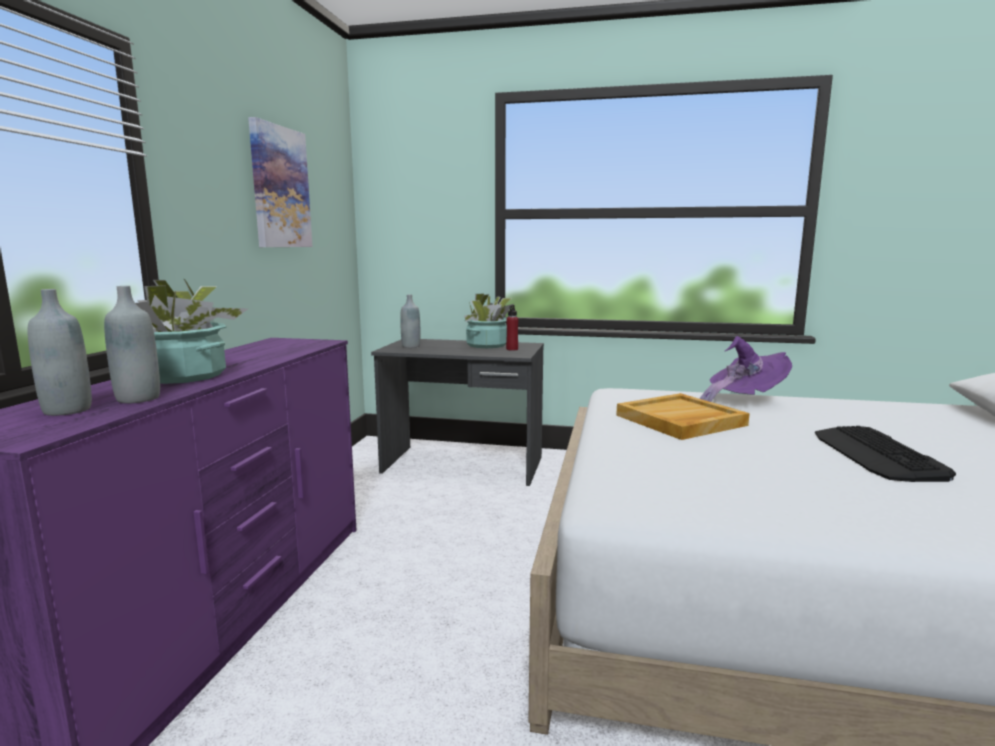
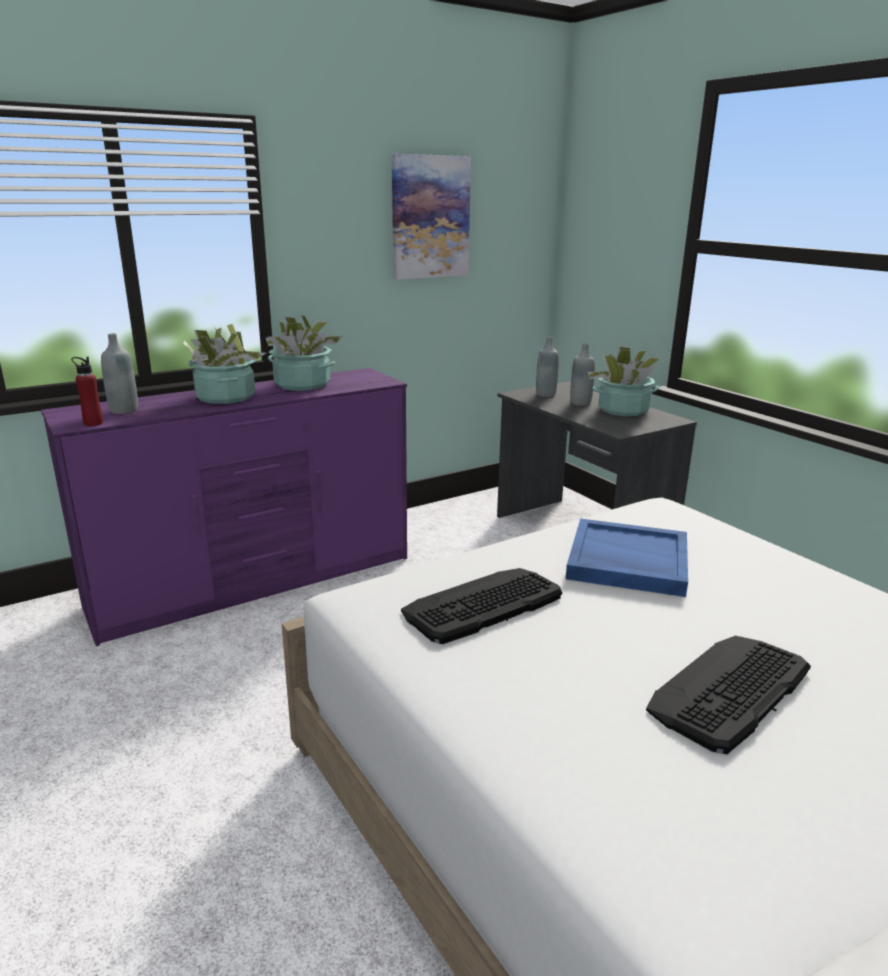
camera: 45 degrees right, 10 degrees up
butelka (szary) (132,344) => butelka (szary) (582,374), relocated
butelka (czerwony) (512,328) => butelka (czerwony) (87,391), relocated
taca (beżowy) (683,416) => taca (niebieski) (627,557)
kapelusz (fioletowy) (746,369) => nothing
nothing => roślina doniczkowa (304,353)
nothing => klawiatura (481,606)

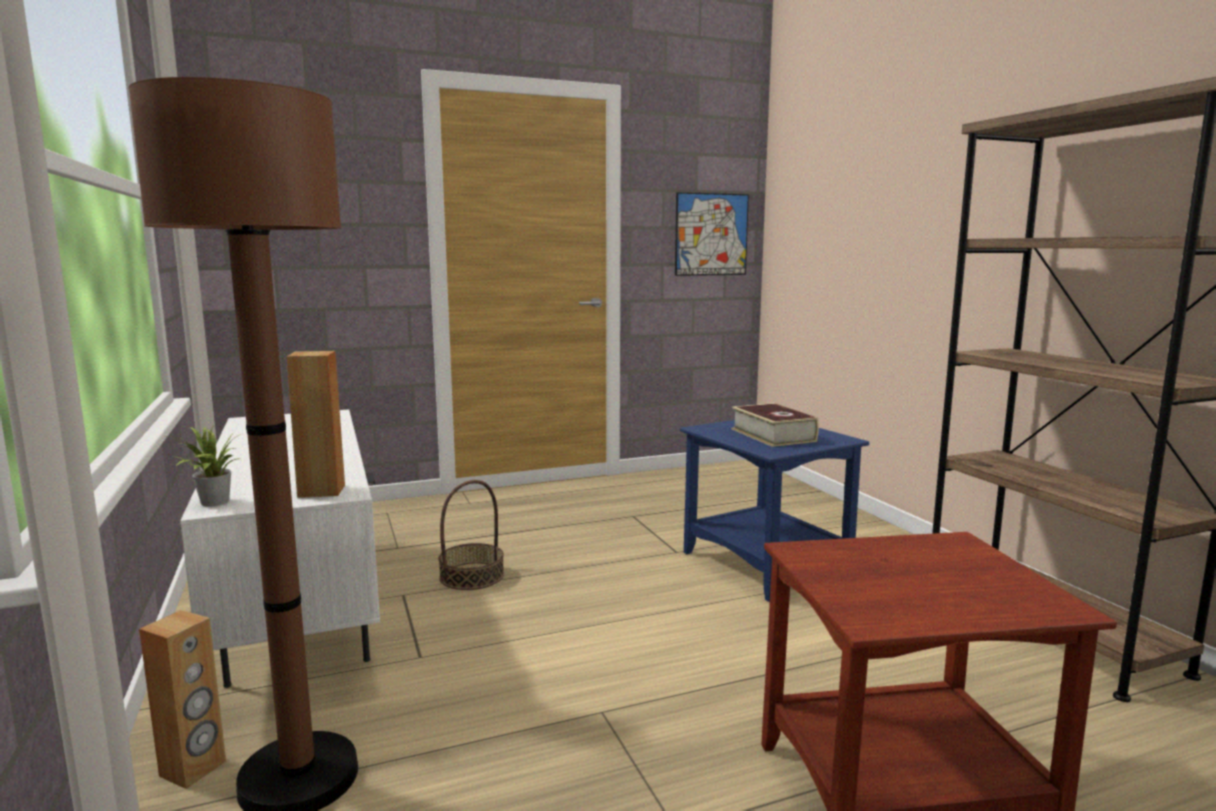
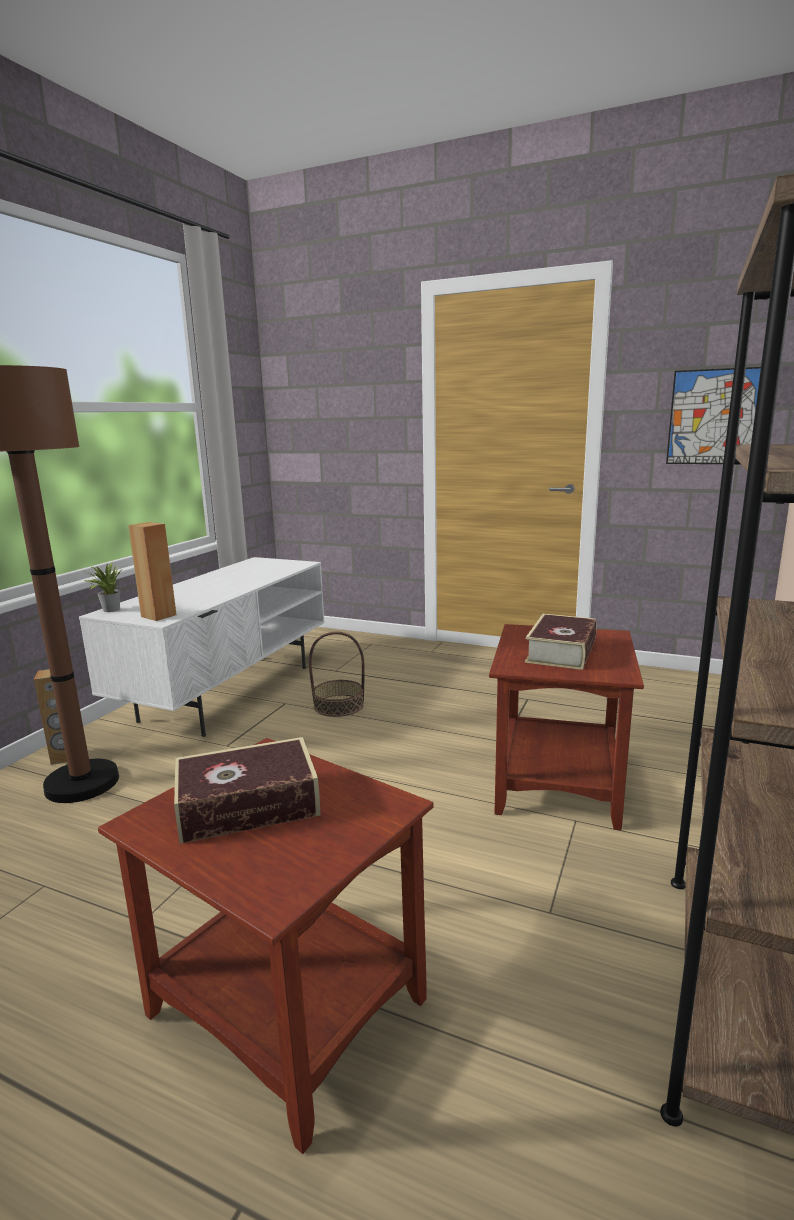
camera: 45 degrees right, 5 degrees up
stolik (niebieski) (774,511) => stolik (brązowy) (566,727)
nothing => książka (247,790)

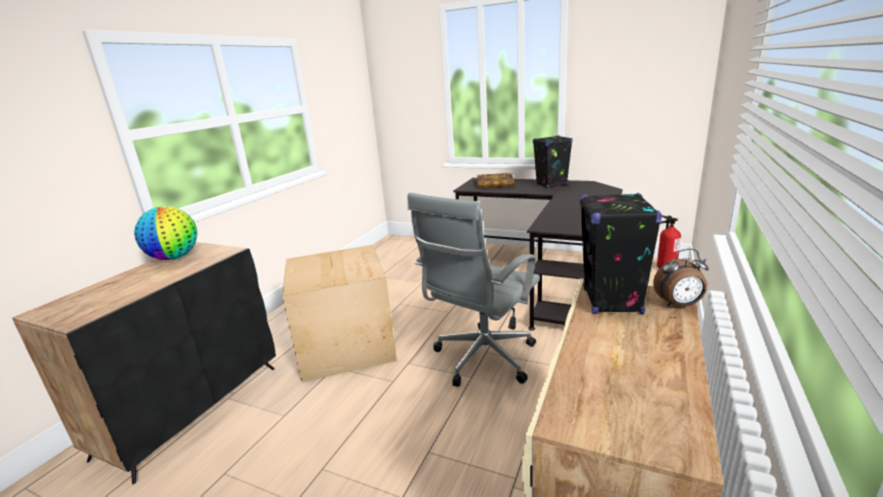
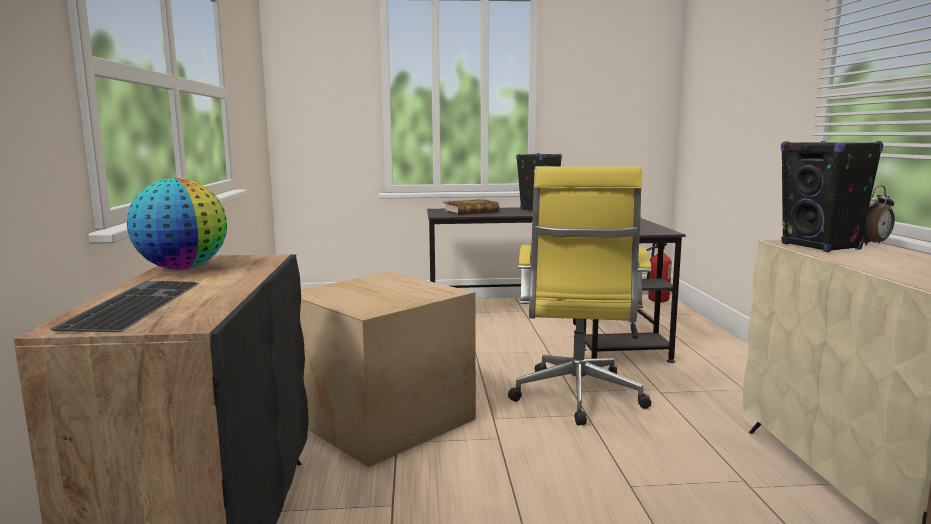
camera: 30 degrees left, 10 degrees down
krzesło biurowe (szary) (473,290) => krzesło biurowe (żółty) (579,296)
nothing => klawiatura (124,306)

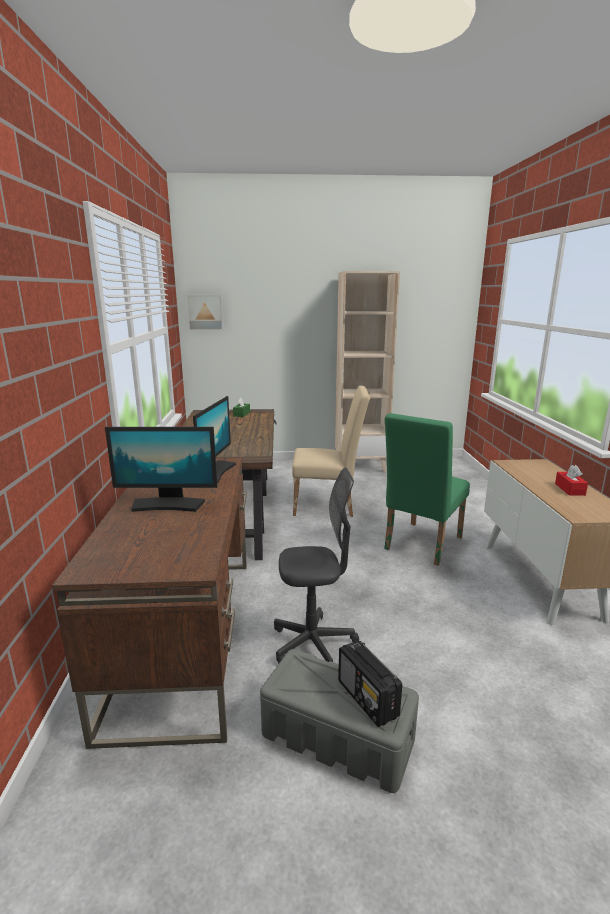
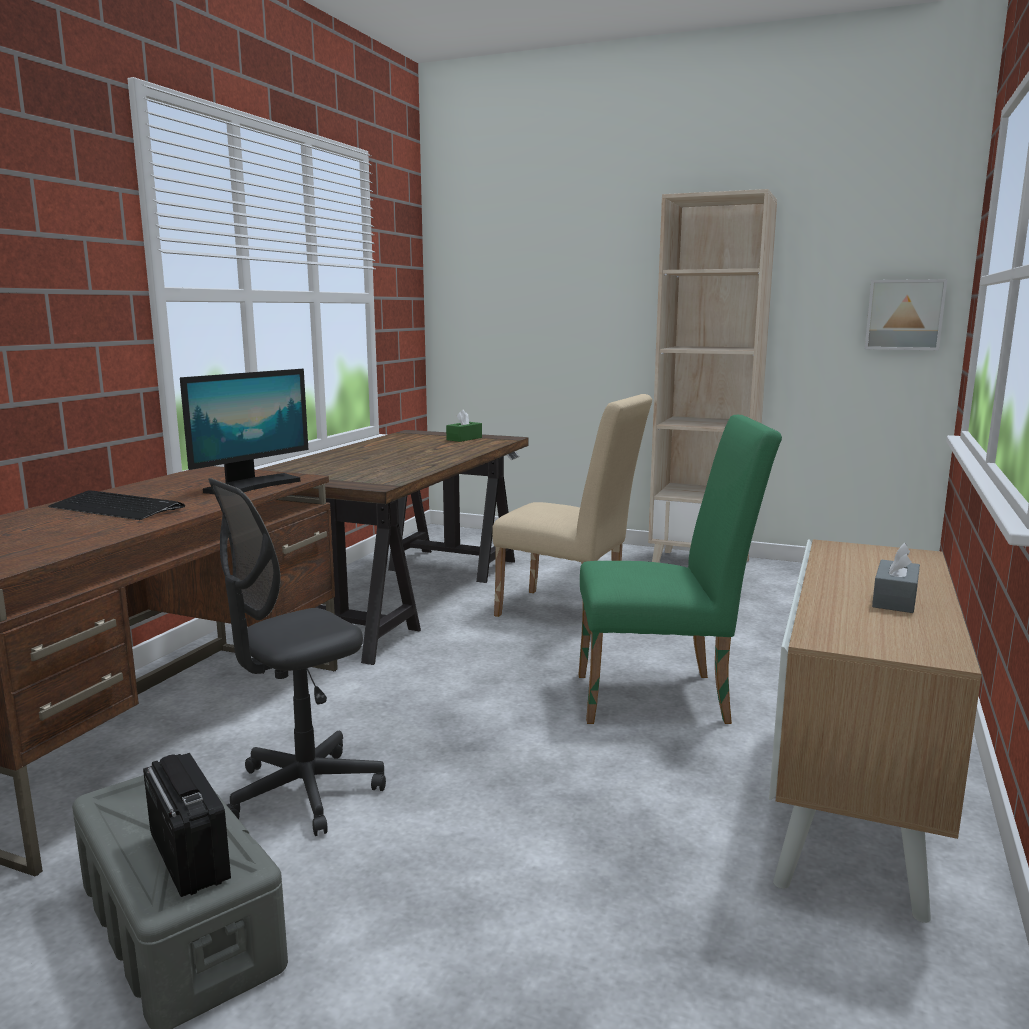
camera: 25 degrees right, 5 degrees down
monitor (161,469) => klawiatura (117,505)
obraz (205,312) => obraz (906,314), relocated
krzesło biurowe (szary) (316,565) => krzesło biurowe (szary) (297,657), 120 degrees clockwise
radio (370,683) => radio (187,825), 150 degrees clockwise
krzesło (zielony) (427,489) => krzesło (zielony) (680,569), 150 degrees counterclockwise
pudełko chusteczek (czerwony) (571,480) => pudełko chusteczek (szary) (896,577)

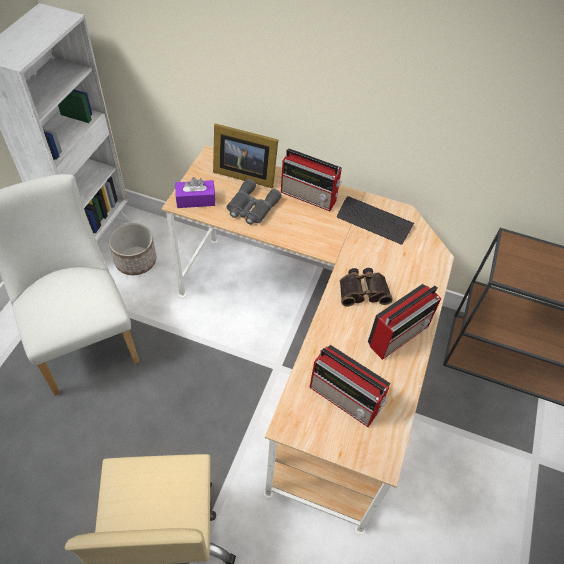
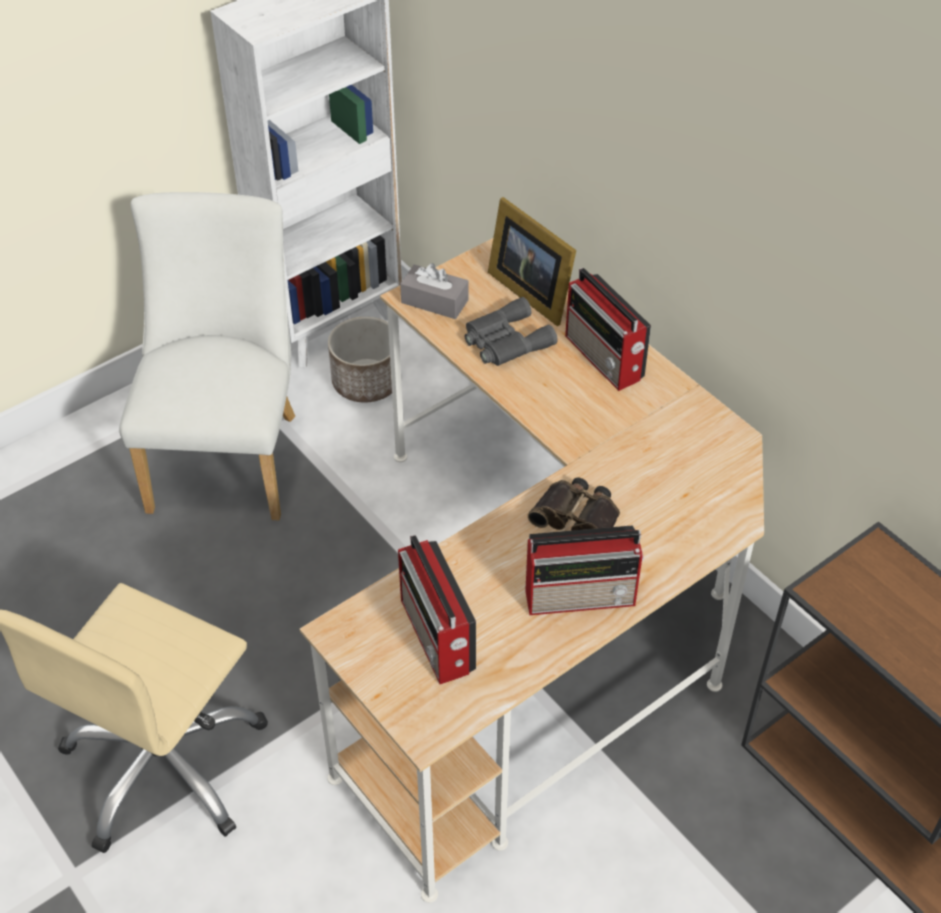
camera: 35 degrees right, 5 degrees down
pudełko chusteczek (fioletowy) (195,192) => pudełko chusteczek (szary) (434,291)
klawiatura (375,220) => nothing

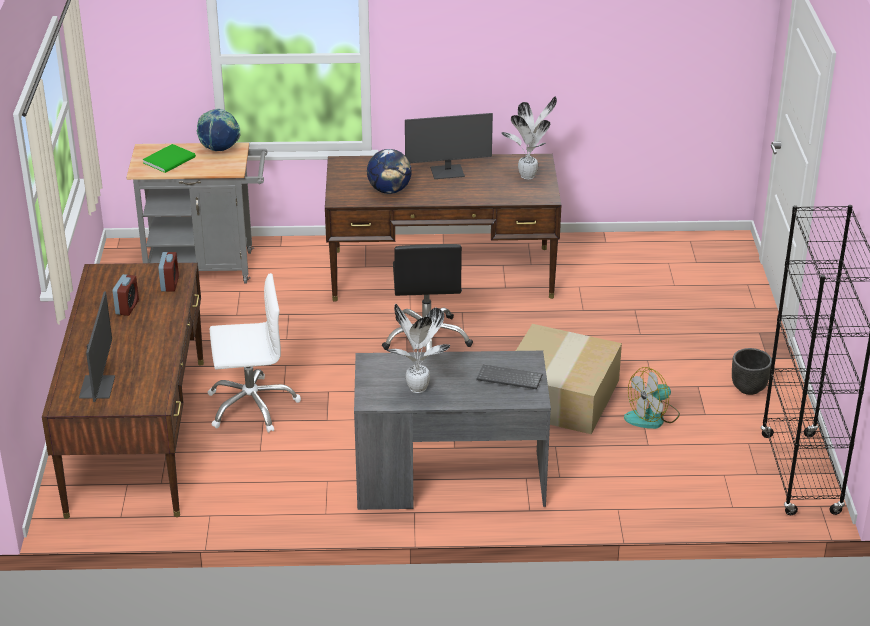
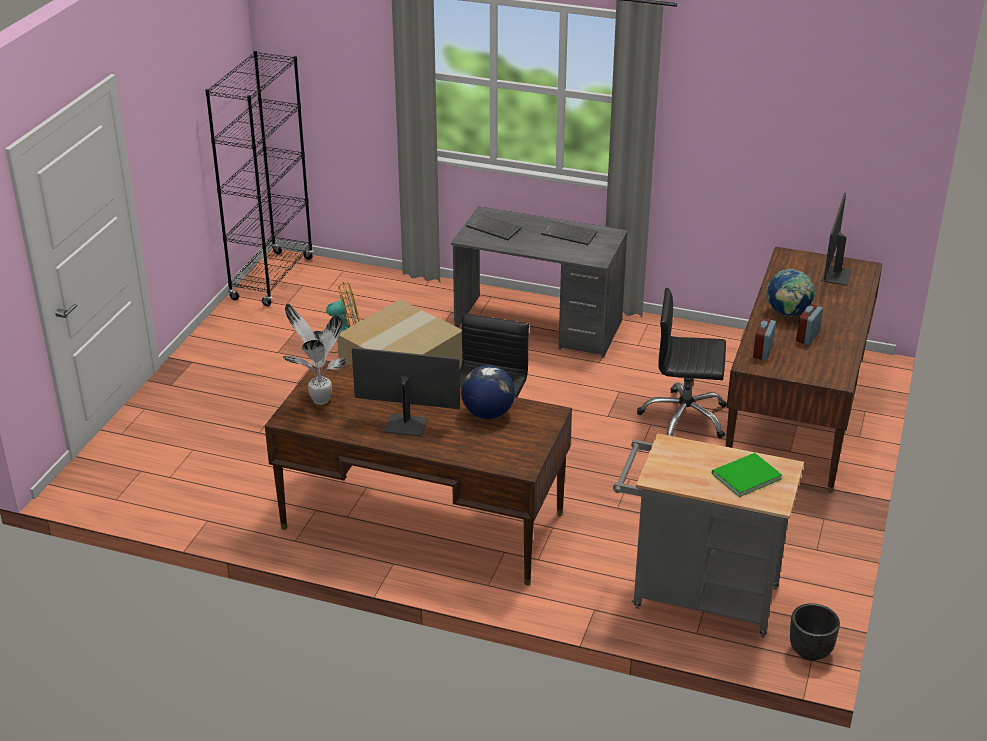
camera: 160 degrees left, 0 degrees up
globus (218,130) => globus (790,293), relocated
krzesło biurowe (biały) (254,353) => krzesło biurowe (czarny) (682,363)
roślina doniczkowa (418,348) => klawiatura (569,233)
donica (czarny) (752,371) => donica (czarny) (815,632), relocated

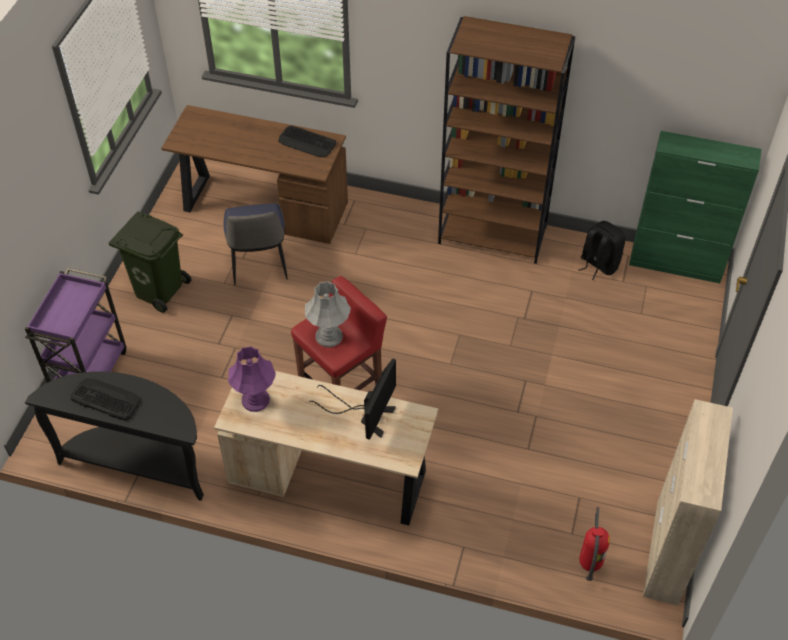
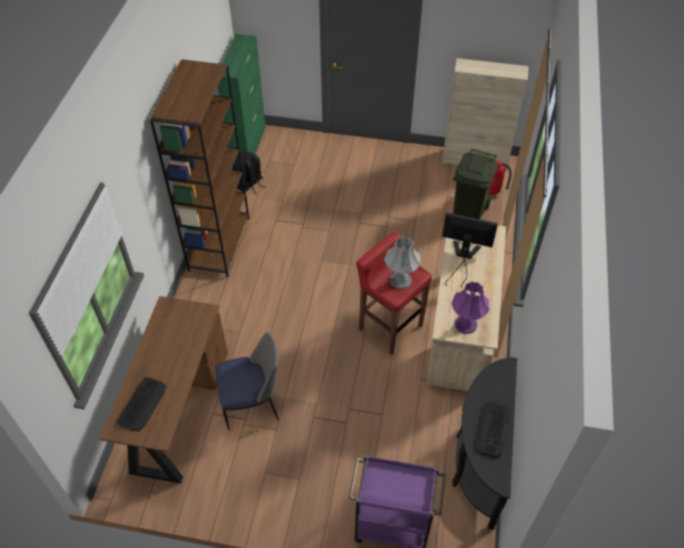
camera: 95 degrees left, 0 degrees up
kosz na śmieci (zielony) (150,262) => kosz na śmieci (zielony) (476,184), relocated
klawiatura (307,141) => klawiatura (141,404), relocated

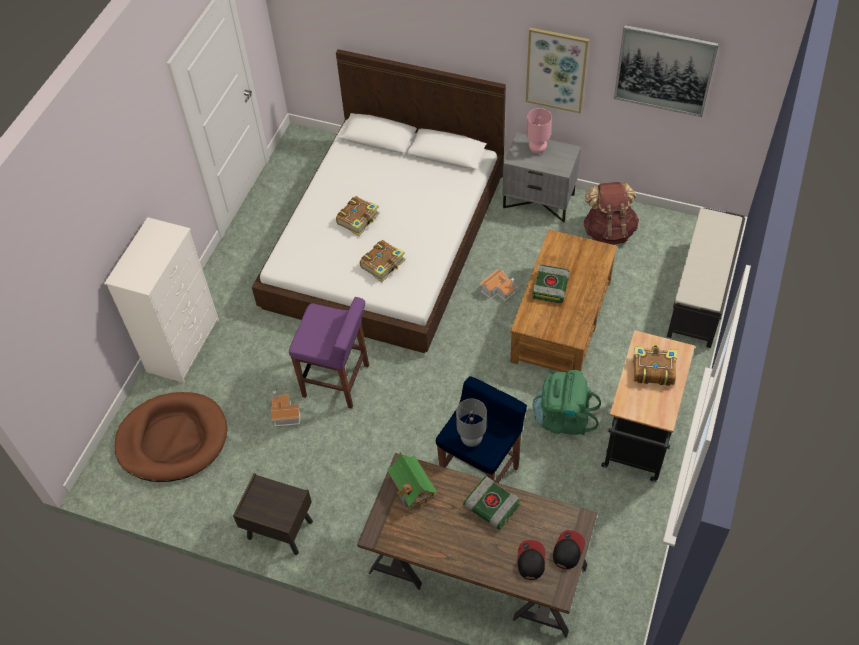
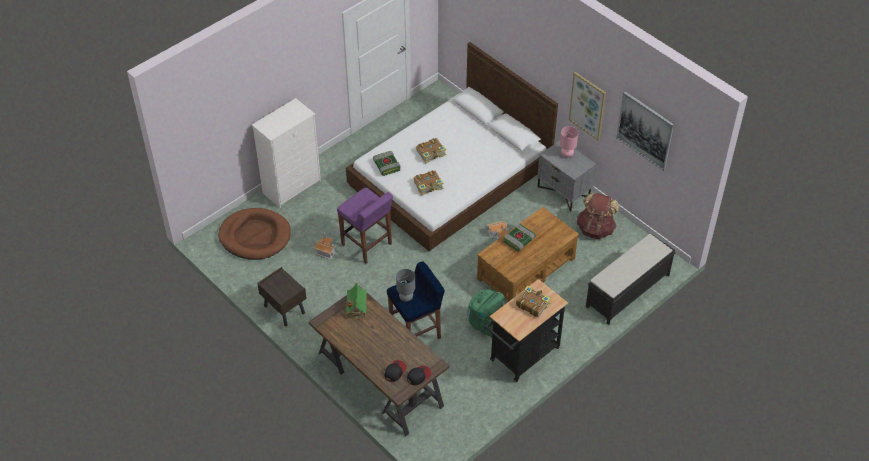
camera: 25 degrees right, 5 degrees down
książka (491,503) => książka (386,163), relocated

